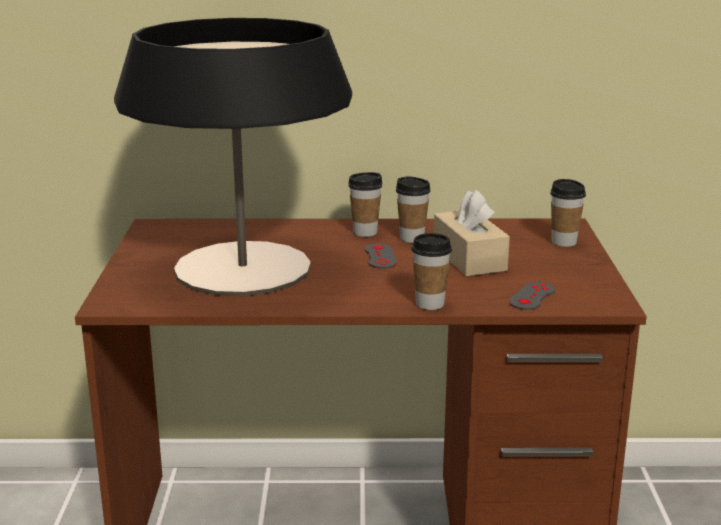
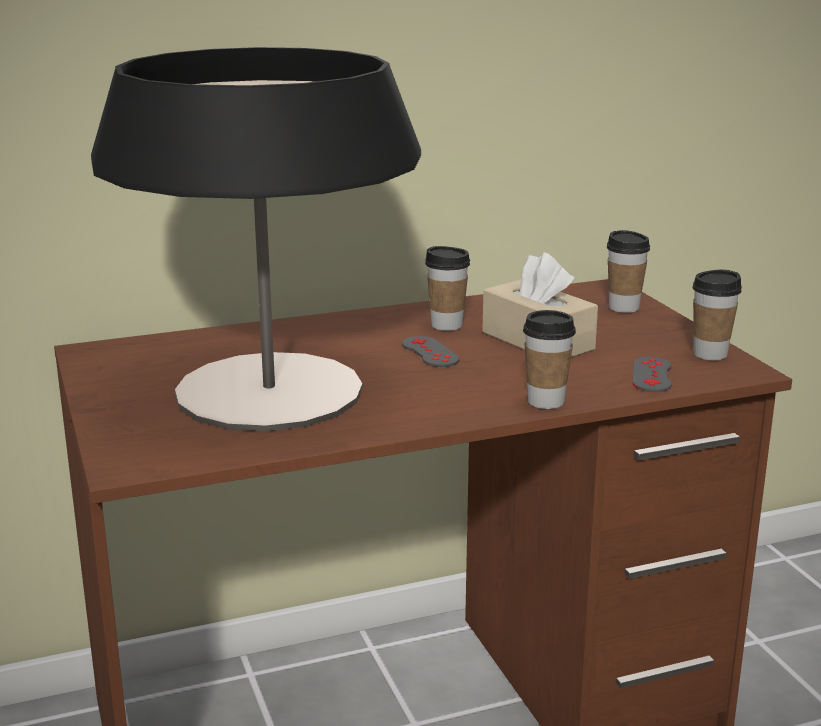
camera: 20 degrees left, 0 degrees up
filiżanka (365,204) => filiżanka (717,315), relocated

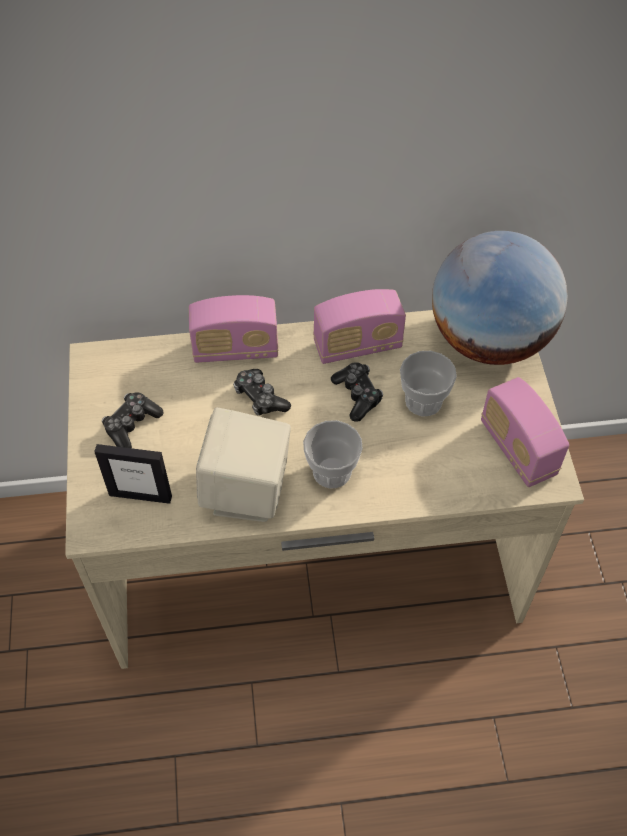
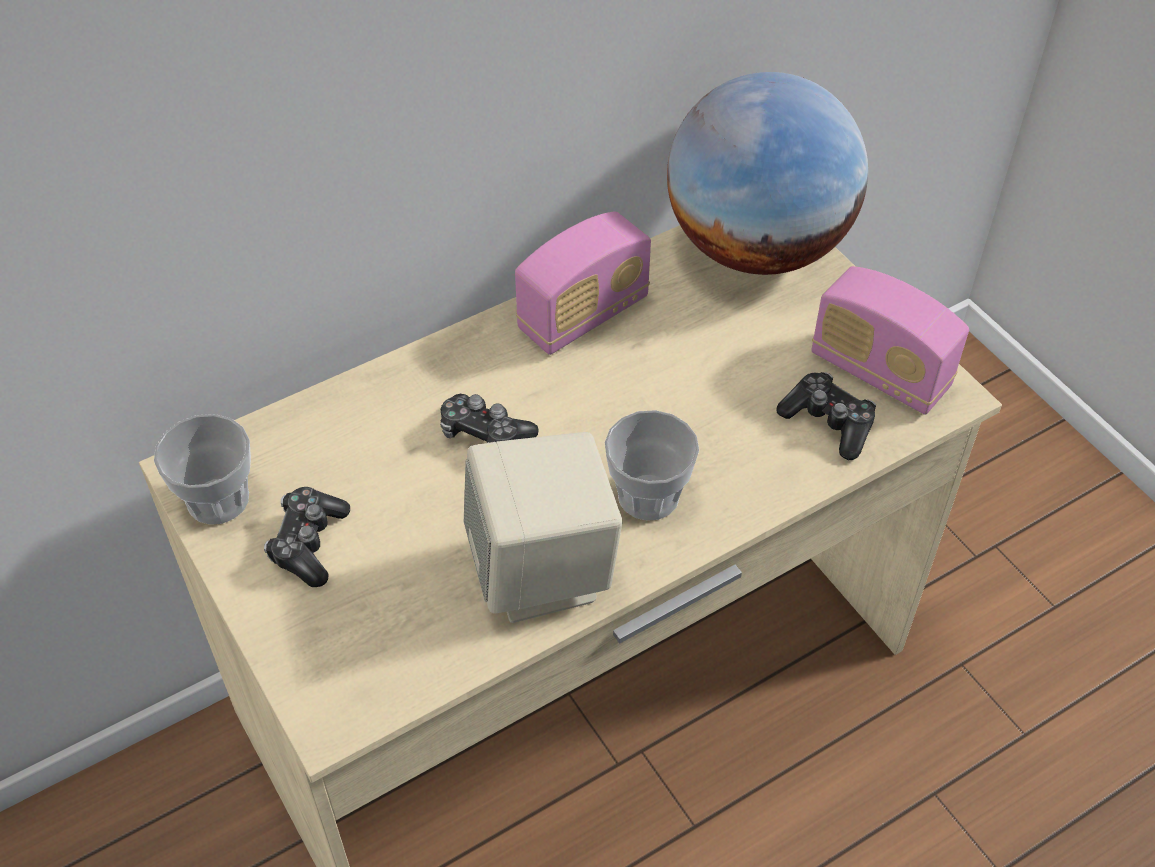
camera: 25 degrees left, 5 degrees down
ramka na zdjęcie (133,474) => nothing
radio (234,329) => nothing
pad do gier (357,391) => pad do gier (826,416), relocated
filiżanka (428,383) => filiżanka (202,469), relocated

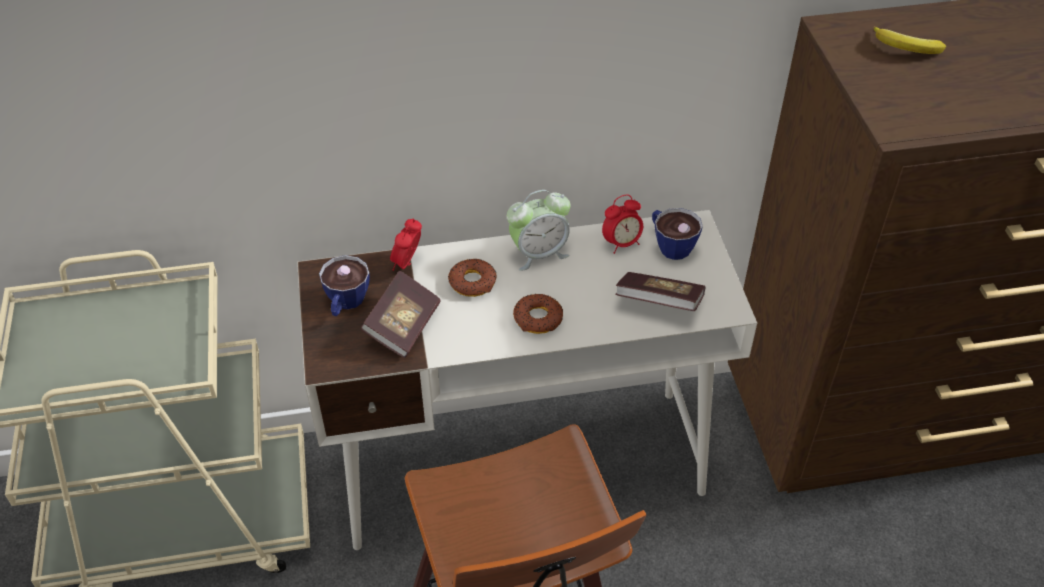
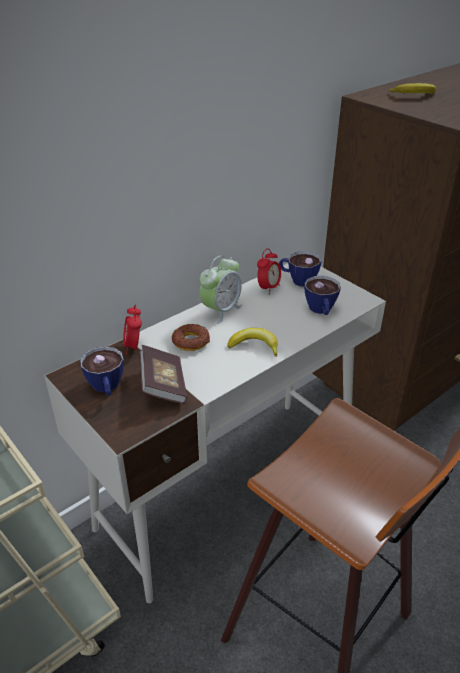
camera: 30 degrees left, 10 degrees down
donut (538,314) => banan (252,342)
książka (660,291) => filiżanka (322,295)

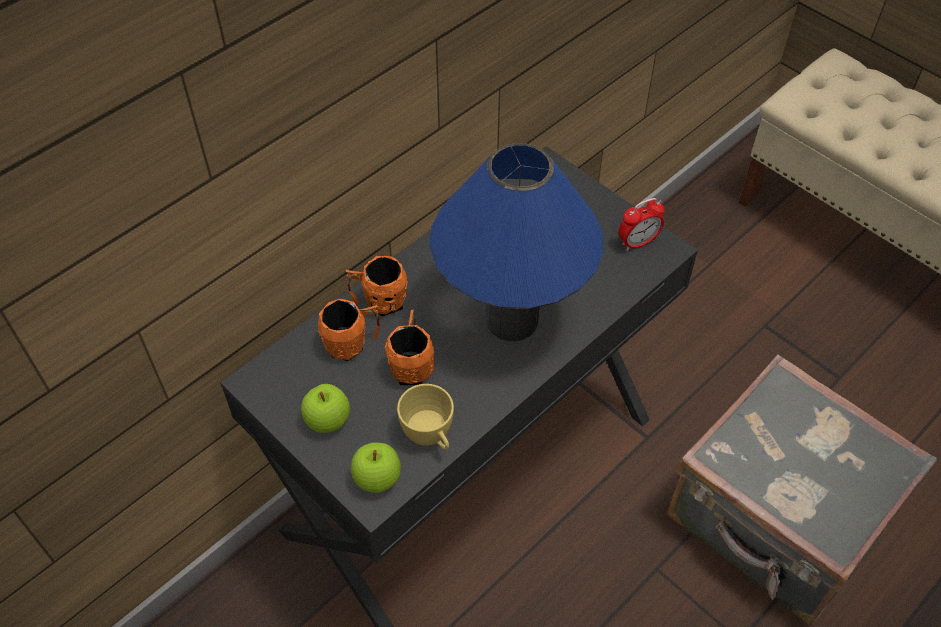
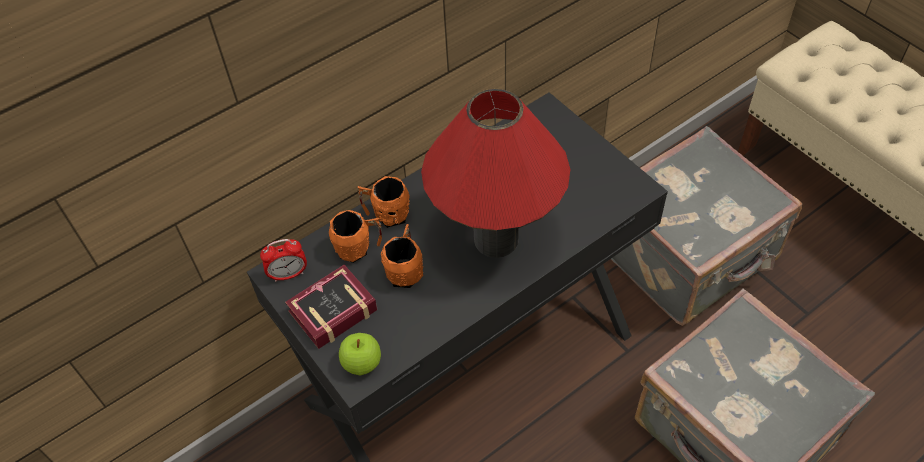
camera: 10 degrees right, 0 degrees up
jabłko (325,408) => książka (331,307)
filiżanka (żółty) (425,417) => nothing
lampa stołowa (niebieski) (516,242) => lampa stołowa (czerwony) (495,173)
budzik (642,224) => budzik (283,260), relocated
nothing => walizka (szary) (706,226)

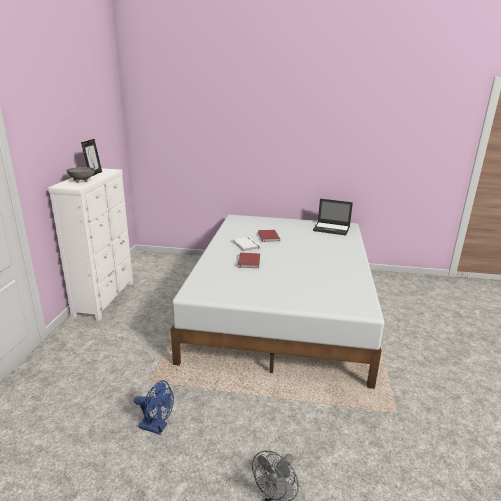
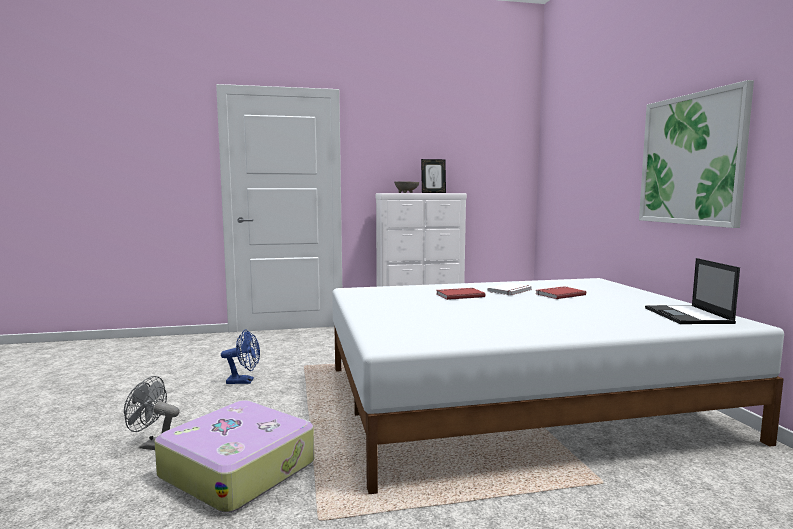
camera: 70 degrees right, 15 degrees down
wentylator (niebieski) (154,407) => wentylator (niebieski) (240,357), 90 degrees counterclockwise
nothing => walizka (234,456)
nothing => obraz (696,154)

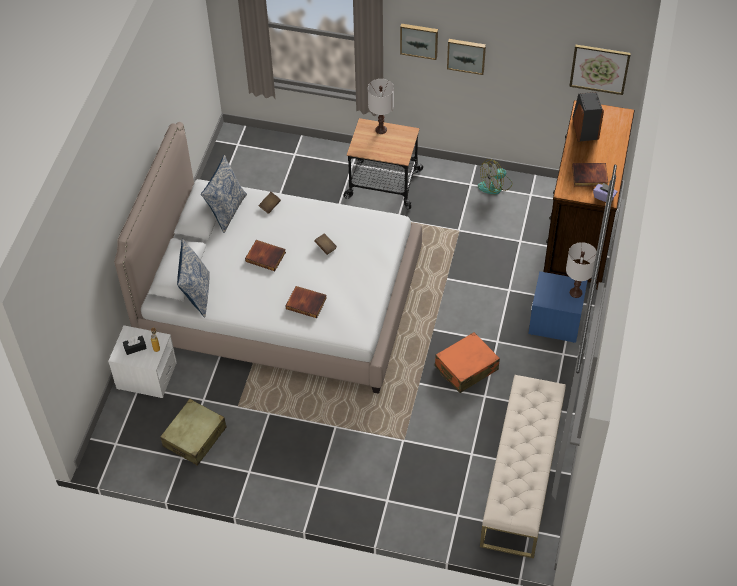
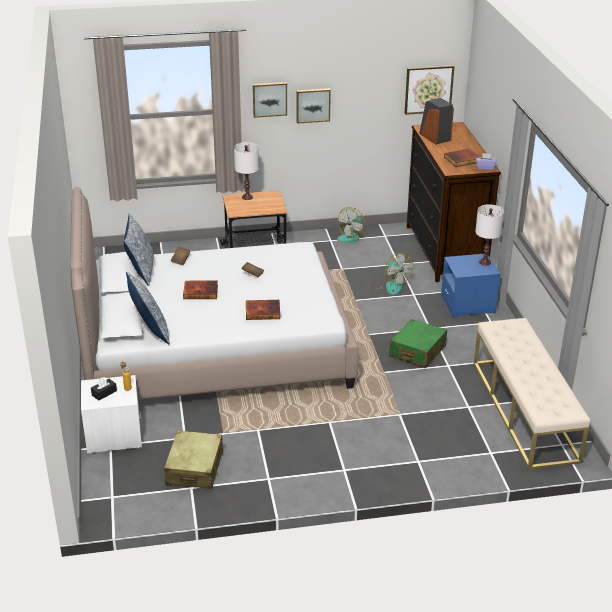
camera: 25 degrees left, 20 degrees down
walizka (pomarańczowy) (467,362) => walizka (zielony) (418,343)
nothing => wentylator (392,273)

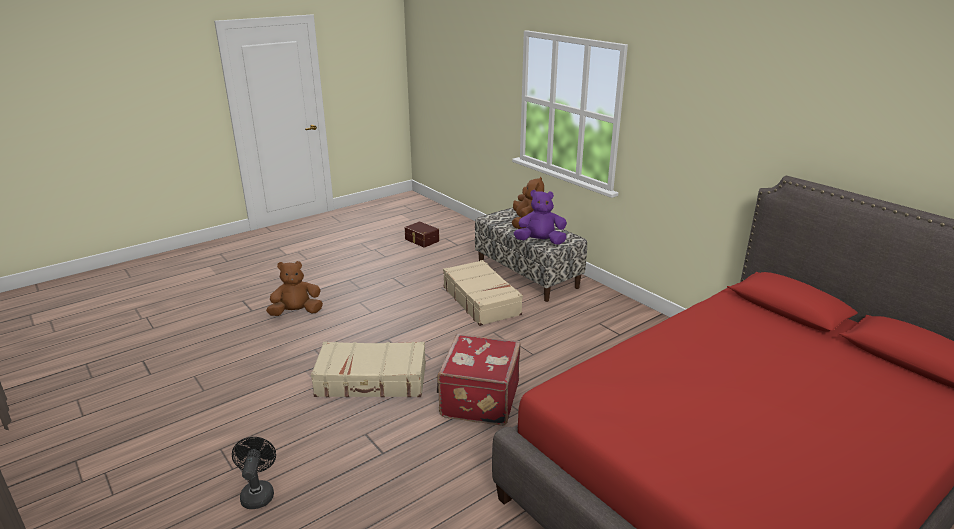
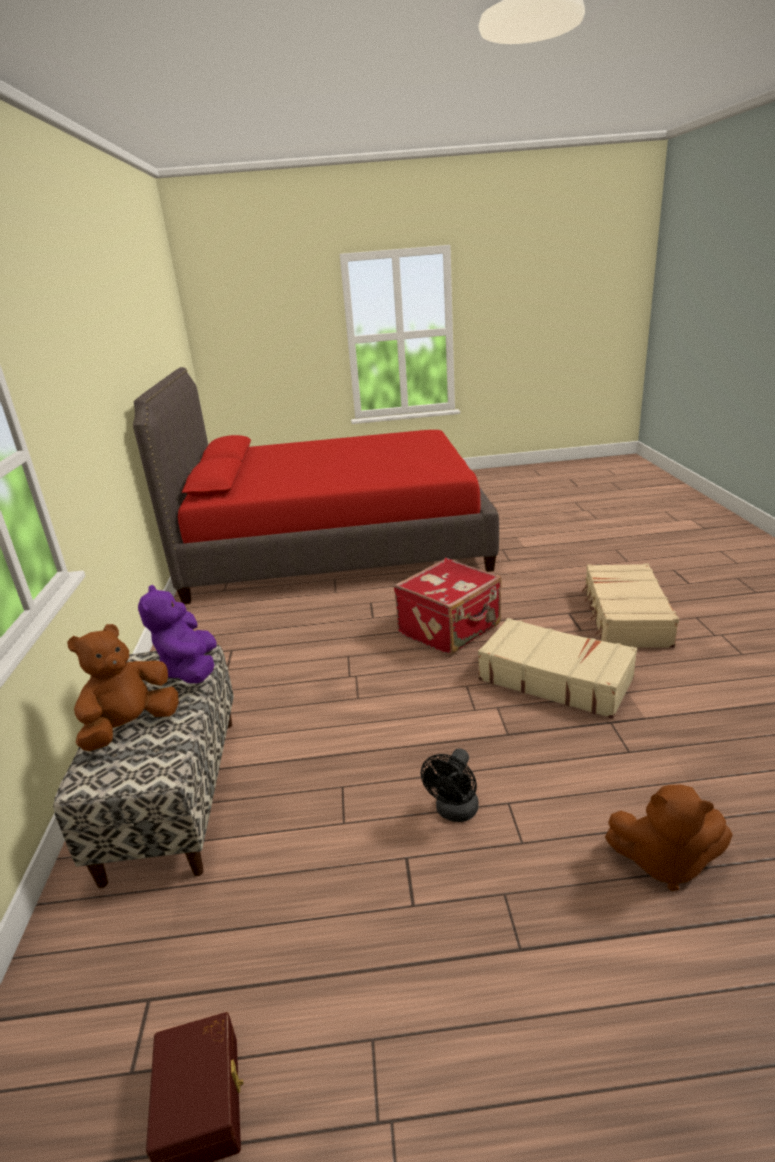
camera: 145 degrees left, 0 degrees up
wentylator (czarny) (254,473) => wentylator (czarny) (450,785), relocated
walizka (beżowy) (483,293) => walizka (beżowy) (630,606), relocated
pluszak (fioletowy) (540,217) => pluszak (fioletowy) (177,634), 45 degrees clockwise

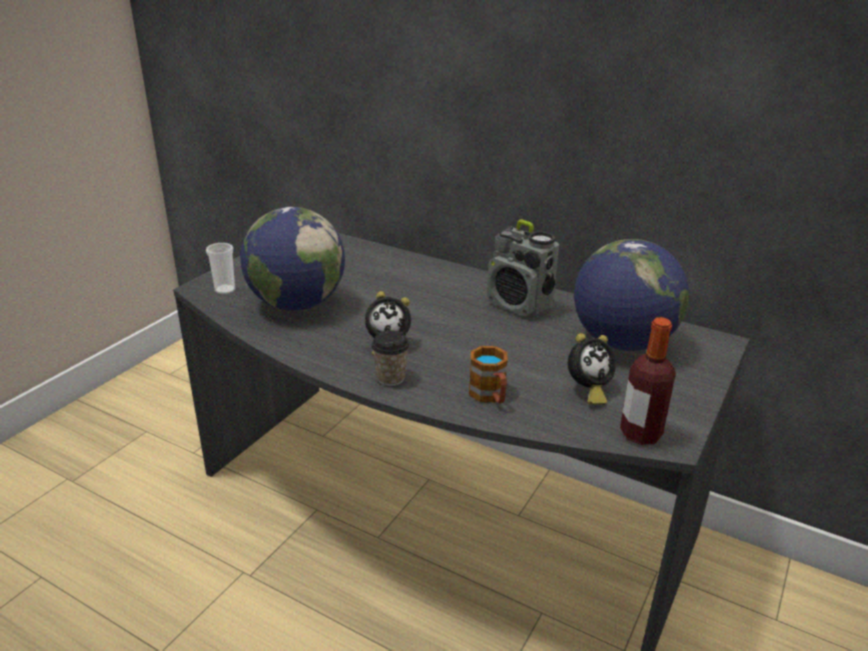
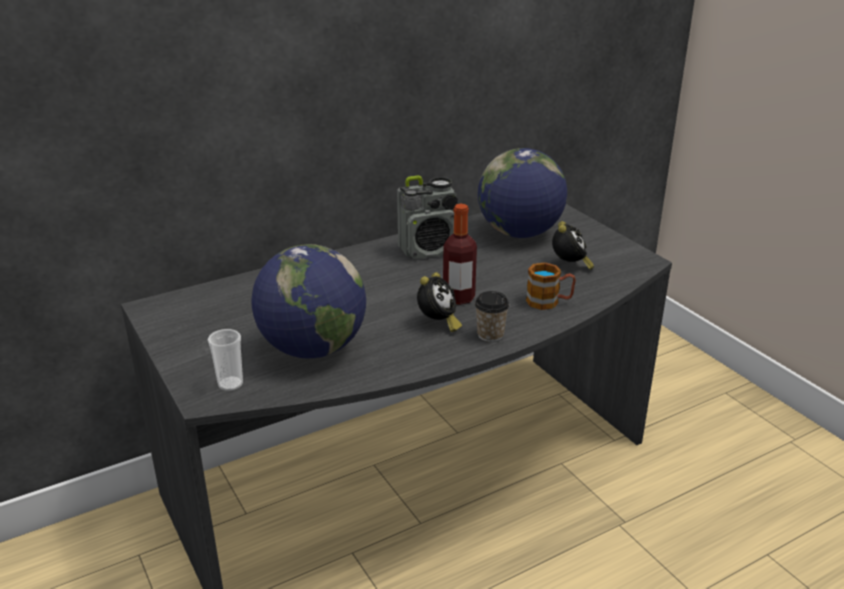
camera: 60 degrees left, 0 degrees up
butelka (648,381) => butelka (460,254), relocated

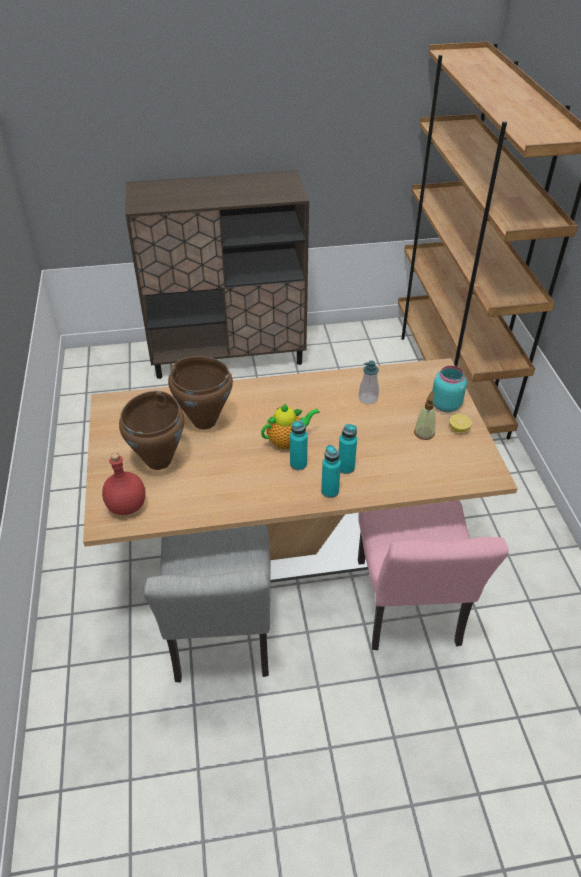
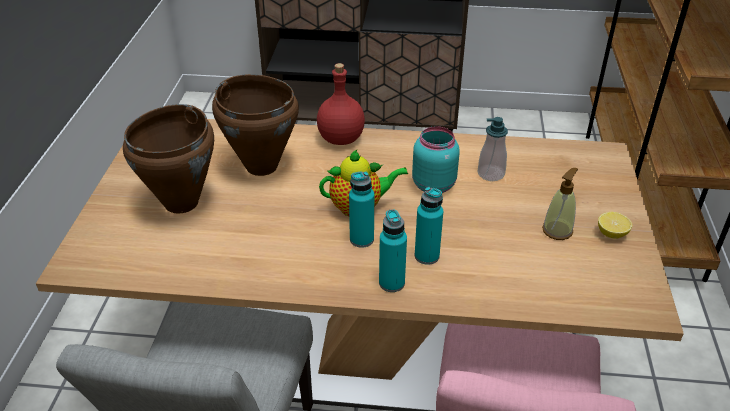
camera: 15 degrees right, 5 degrees down
butelka (czerwony) (124,484) => butelka (czerwony) (341,104), relocated
słoik (turkusowy) (449,389) => słoik (turkusowy) (435,159), relocated

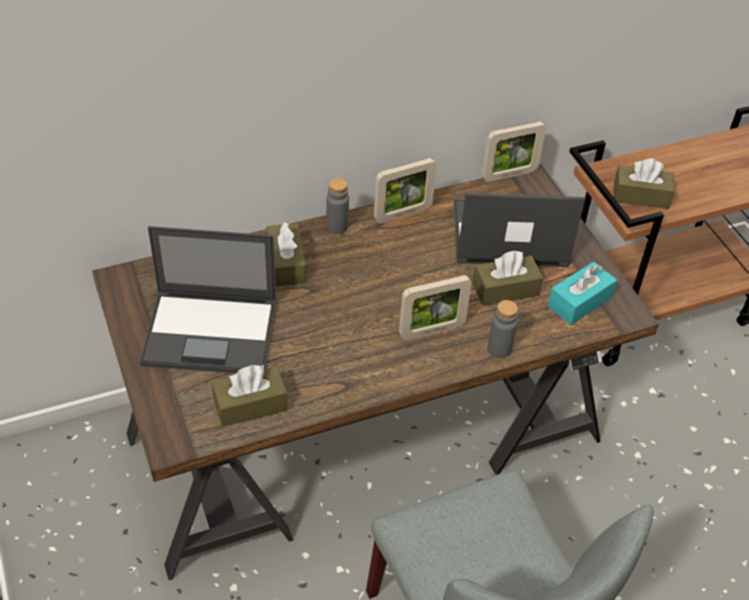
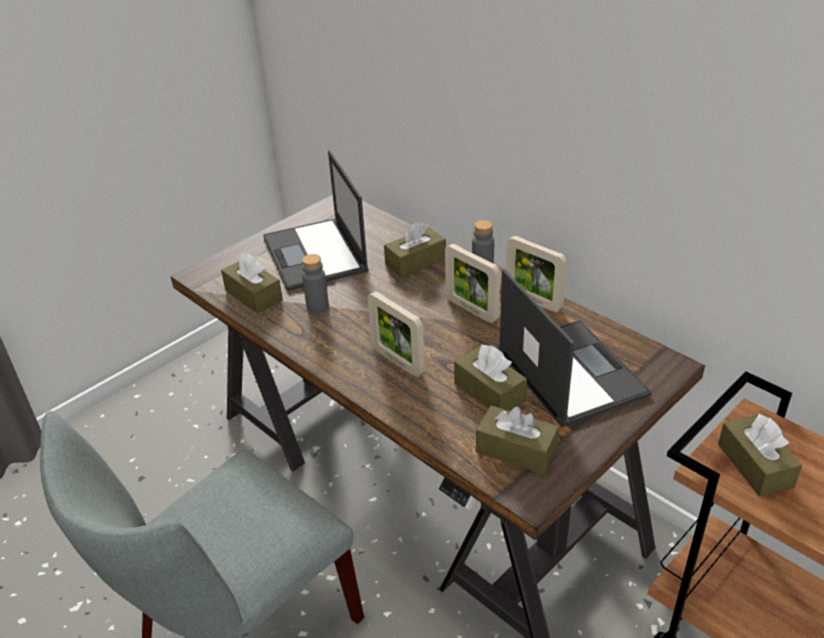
camera: 70 degrees right, 10 degrees down
ramka na zdjęcie (514,151) => ramka na zdjęcie (472,283), relocated
butelka (szary) (503,329) => butelka (szary) (315,283), relocated
pudełko chusteczek (turkusowy) (582,293) => pudełko chusteczek (brązowy) (518,440)

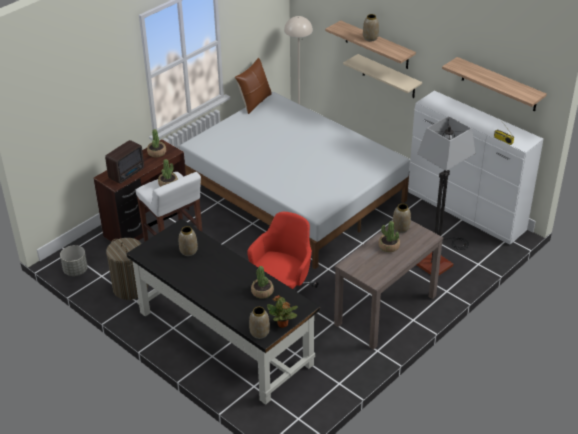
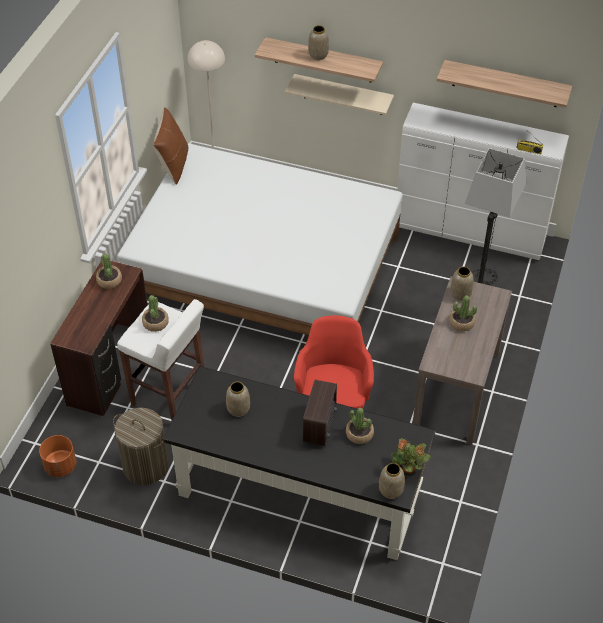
camera: 25 degrees left, 10 degrees up
donica (szary) (74,260) => donica (pomarańczowy) (57,456)
radio (124,162) => radio (320,413), relocated

